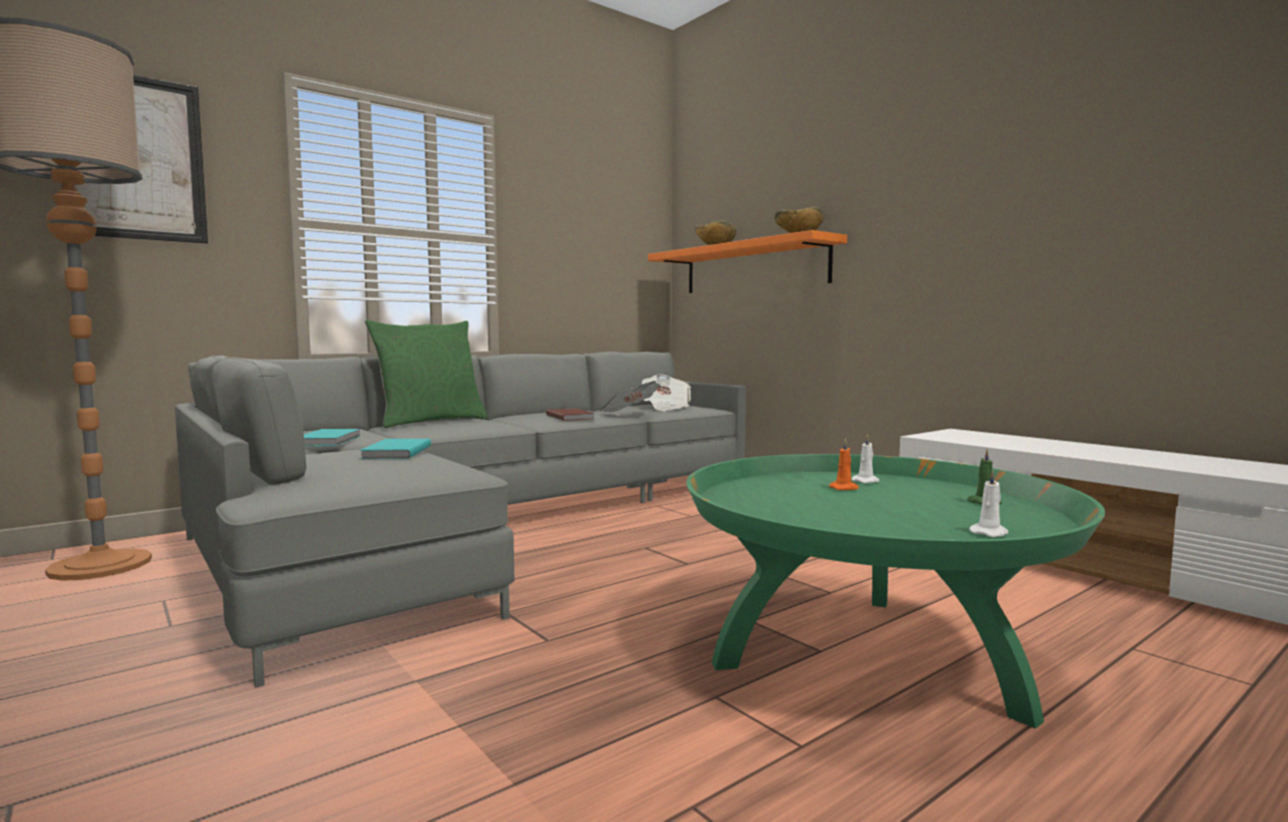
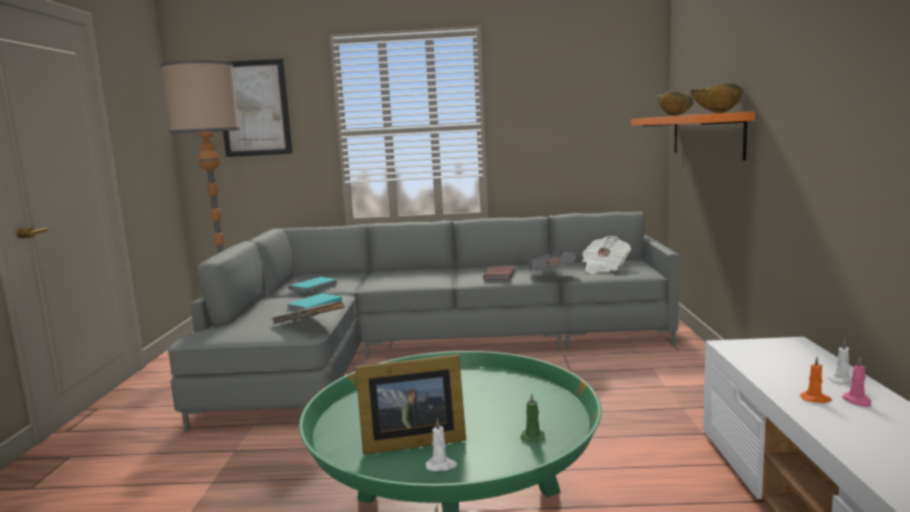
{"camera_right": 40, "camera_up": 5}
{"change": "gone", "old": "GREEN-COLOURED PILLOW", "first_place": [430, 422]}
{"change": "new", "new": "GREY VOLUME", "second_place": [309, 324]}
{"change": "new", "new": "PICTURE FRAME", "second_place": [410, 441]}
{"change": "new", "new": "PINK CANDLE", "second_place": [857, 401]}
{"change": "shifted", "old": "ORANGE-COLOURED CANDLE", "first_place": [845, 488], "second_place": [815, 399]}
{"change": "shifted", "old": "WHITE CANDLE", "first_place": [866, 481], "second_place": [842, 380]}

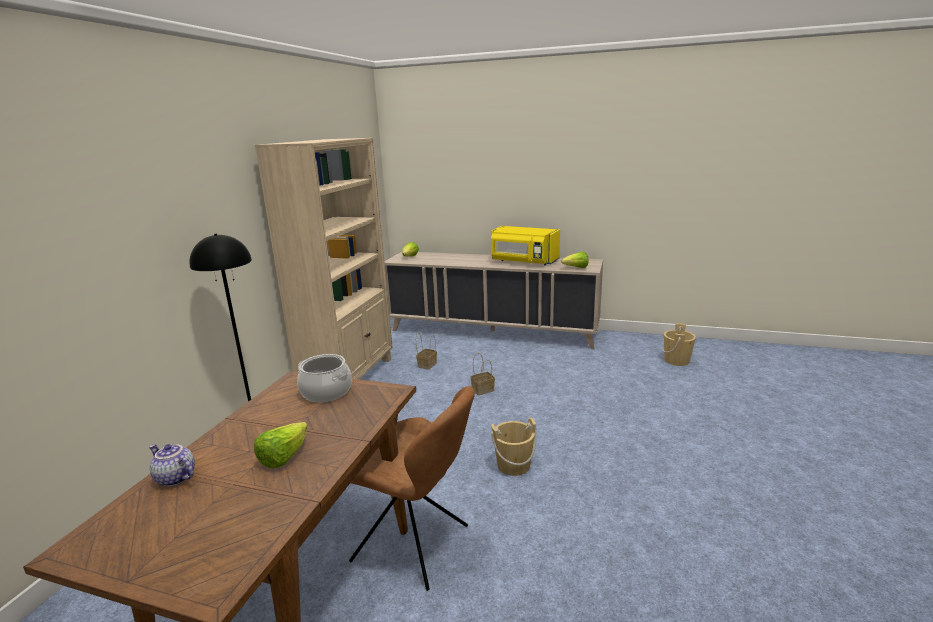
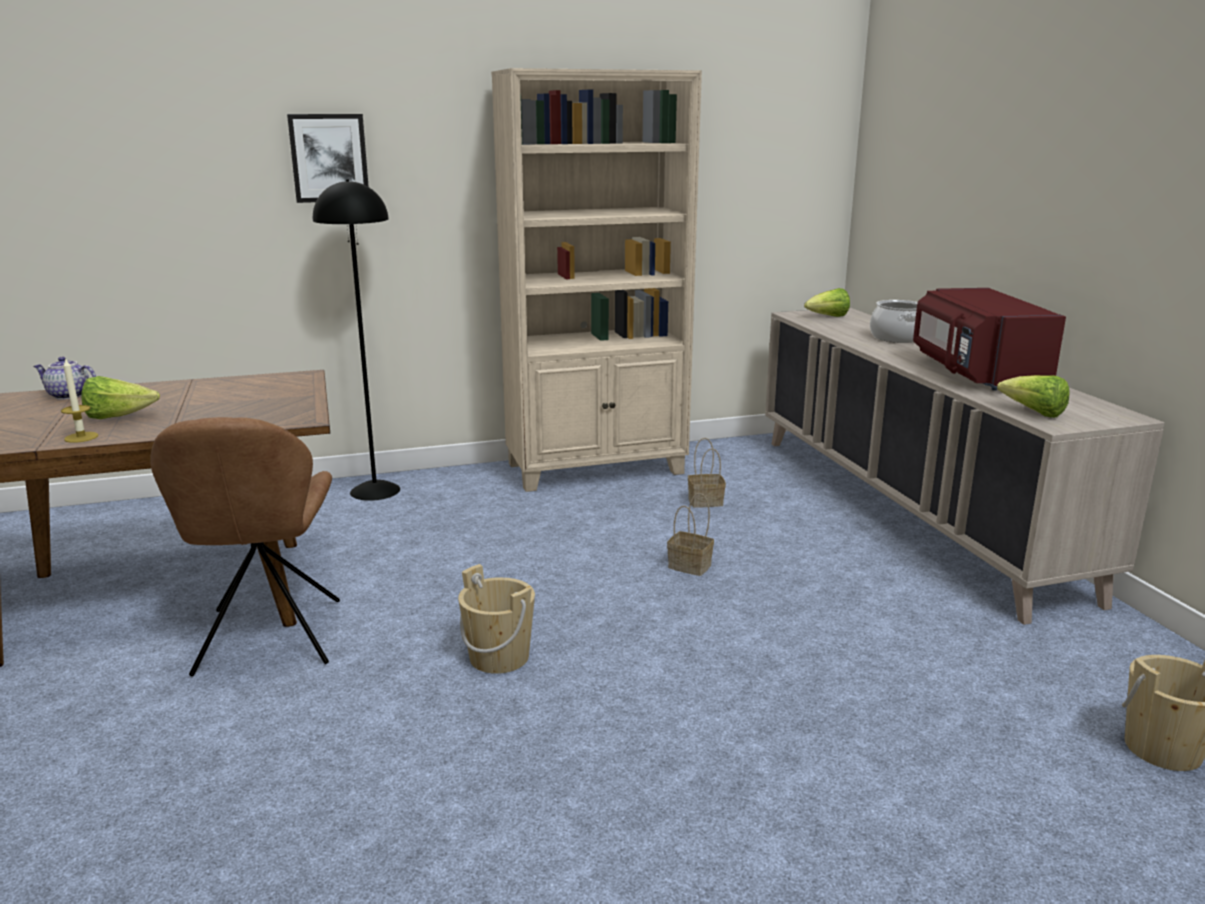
{"camera_right": 55, "camera_up": 0}
{"change": "new", "new": "CANDLE", "second_place": [81, 437]}
{"change": "new", "new": "WALL ART", "second_place": [329, 158]}
{"change": "shifted", "old": "STOCKPOT", "first_place": [326, 392], "second_place": [897, 338]}
{"change": "repainted", "old": "YELLOW-COLOURED KITCHEN MICROWAVE", "new": "RED-COLOURED KITCHEN MICROWAVE", "first_place": [523, 261], "second_place": [975, 374]}
{"change": "rotated", "old": "TEA POT", "first_place": [174, 478], "second_place": [68, 396], "degrees": -75}

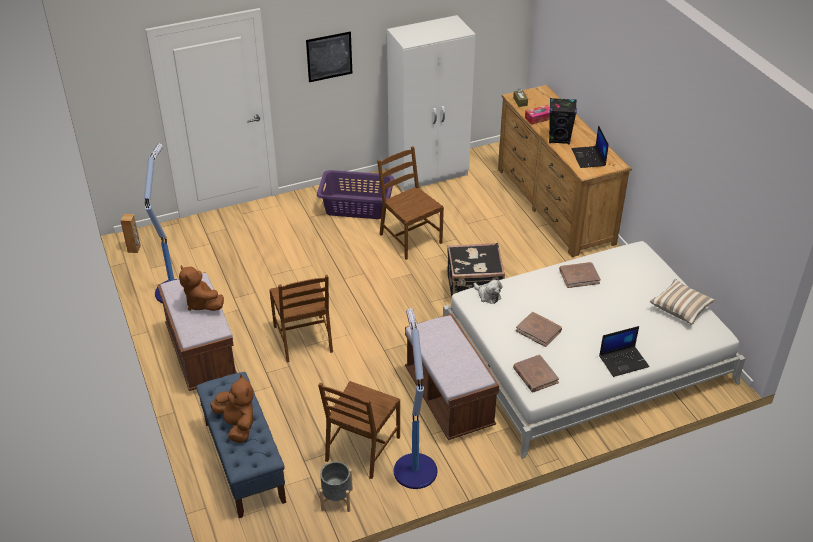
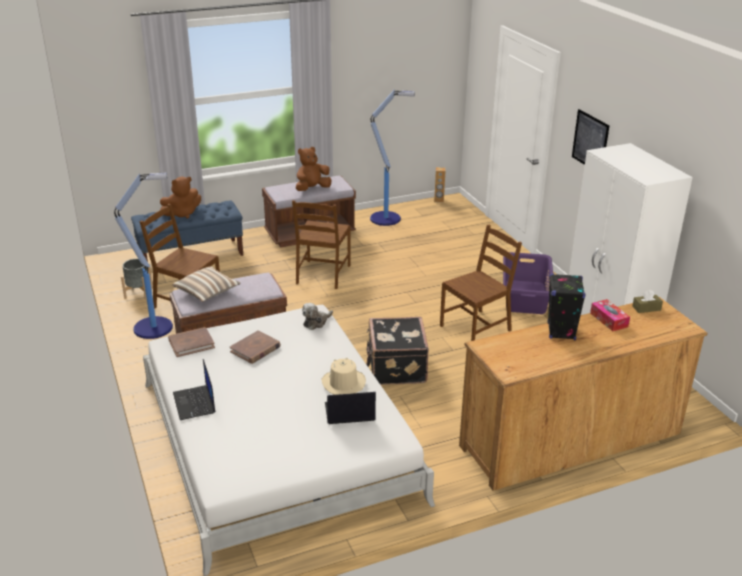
{"camera_right": 90, "camera_up": -10}
{"change": "shifted", "old": "PORTABLE COMPUTER", "first_place": [589, 158], "second_place": [349, 412]}
{"change": "shifted", "old": "PILLOW", "first_place": [681, 308], "second_place": [207, 293]}
{"change": "swapped", "old": "BROWN-COLOURED VOLUME", "new": "BEIGE-COLOURED WEARABLE HAT", "first_place": [579, 276], "second_place": [343, 383]}
{"change": "rotated", "old": "BROWN-COLOURED UPRIGHT CHAIR", "first_place": [304, 339], "second_place": [323, 274], "degrees": -60}

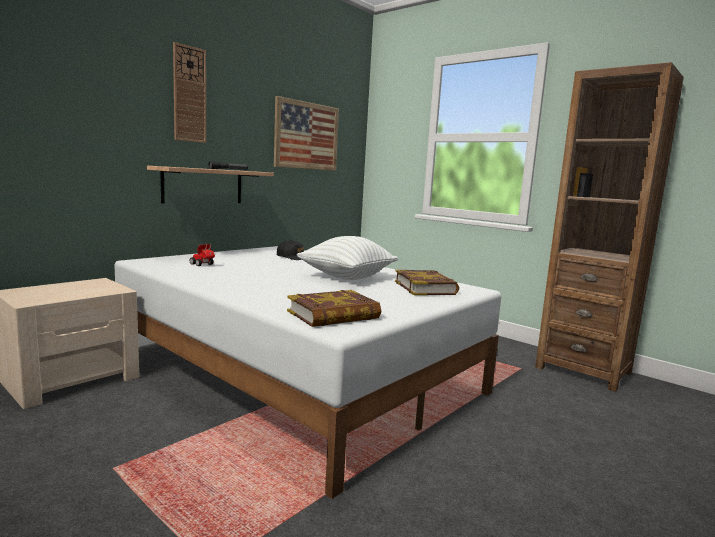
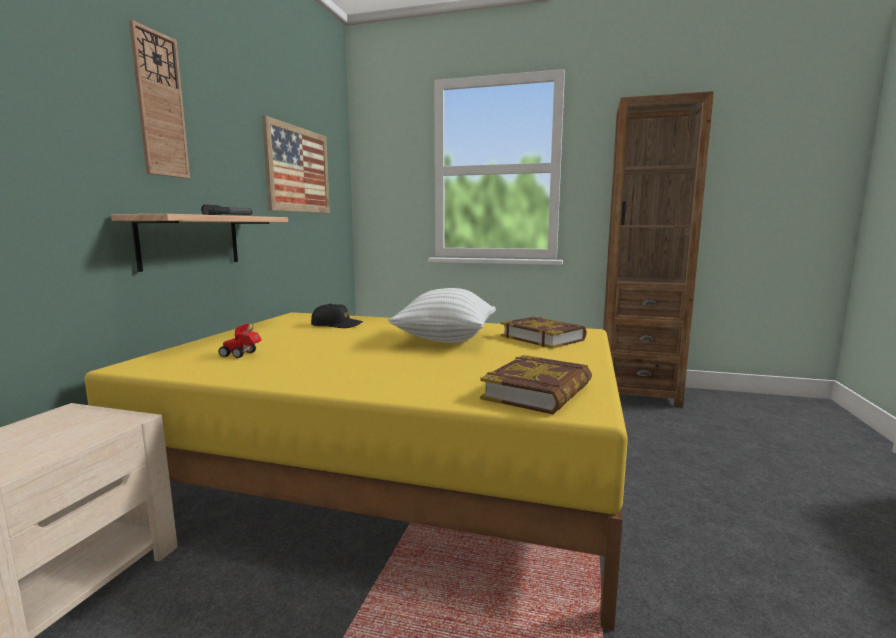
{"camera_right": -25, "camera_up": 0}
{"change": "repainted", "old": "WHITE BEDROOM BED", "new": "YELLOW-COLOURED BEDROOM BED", "first_place": [297, 373], "second_place": [392, 472]}

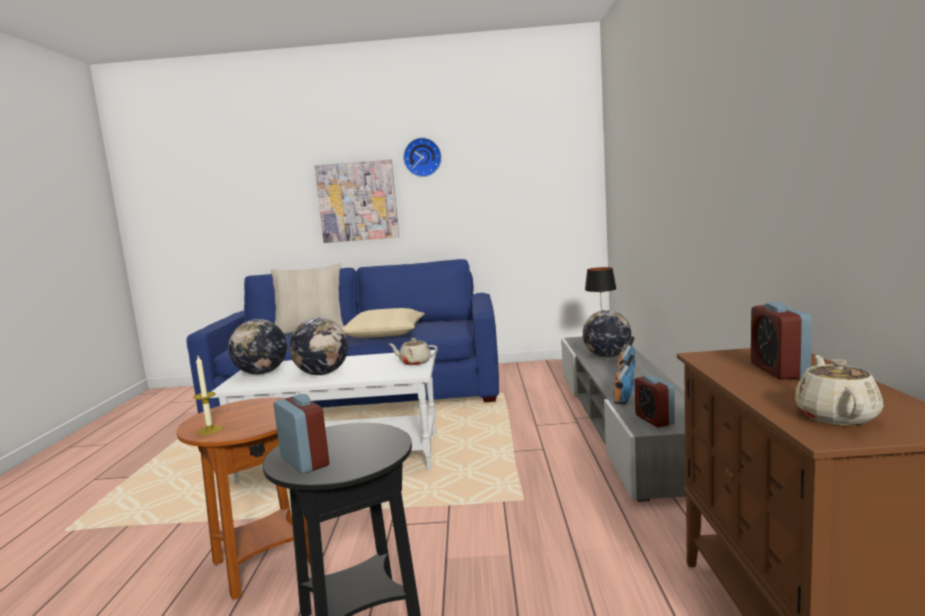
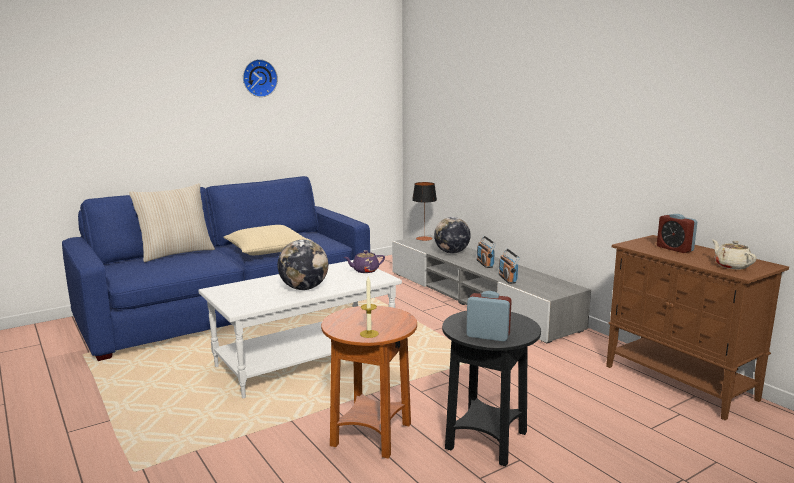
{"camera_right": -35, "camera_up": 5}
{"change": "gone", "old": "GLOBE", "first_place": [262, 373]}
{"change": "gone", "old": "WALL ART", "first_place": [357, 201]}
{"change": "gone", "old": "ALARM CLOCK", "first_place": [654, 420]}
{"change": "repainted", "old": "BEIGE-COLOURED TEA POT", "new": "PURPLISH TEA POT", "first_place": [414, 362], "second_place": [365, 270]}

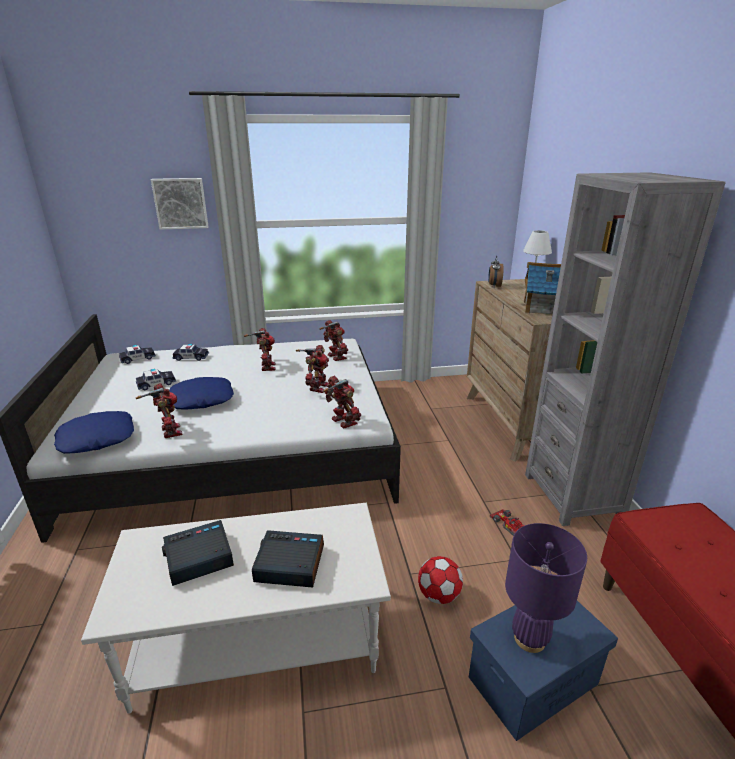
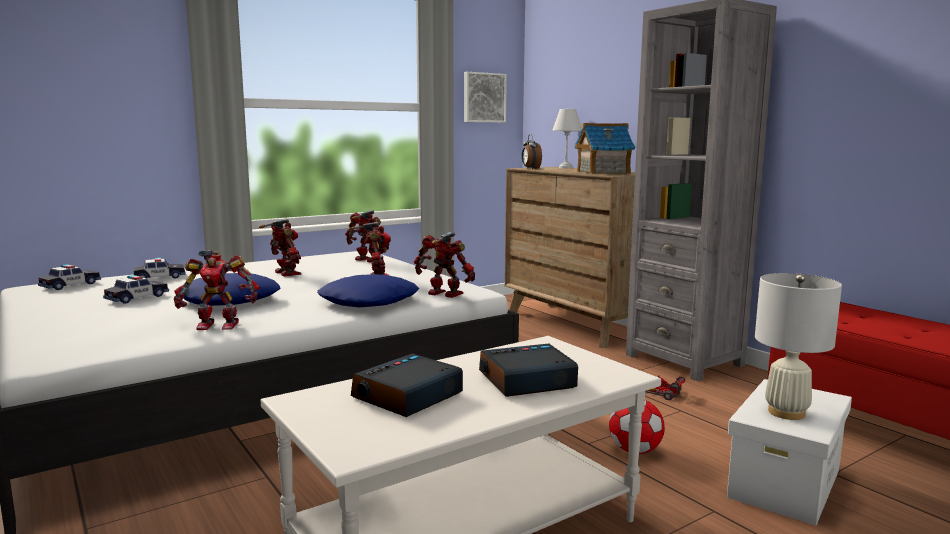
{"camera_right": -25, "camera_up": -15}
{"change": "shifted", "old": "BLUE PILLOW", "first_place": [97, 438], "second_place": [368, 301]}
{"change": "shifted", "old": "WALL ART", "first_place": [181, 203], "second_place": [483, 98]}
{"change": "repainted", "old": "BLUE STORAGE BIN", "new": "WHITE STORAGE BIN", "first_place": [532, 681], "second_place": [785, 484]}
{"change": "repainted", "old": "PURPLISH TABLETOP LAMP", "new": "WHITE TABLETOP LAMP", "first_place": [530, 639], "second_place": [786, 412]}
{"change": "rotated", "old": "TOY ROBOT", "first_place": [169, 431], "second_place": [218, 325], "degrees": 135}

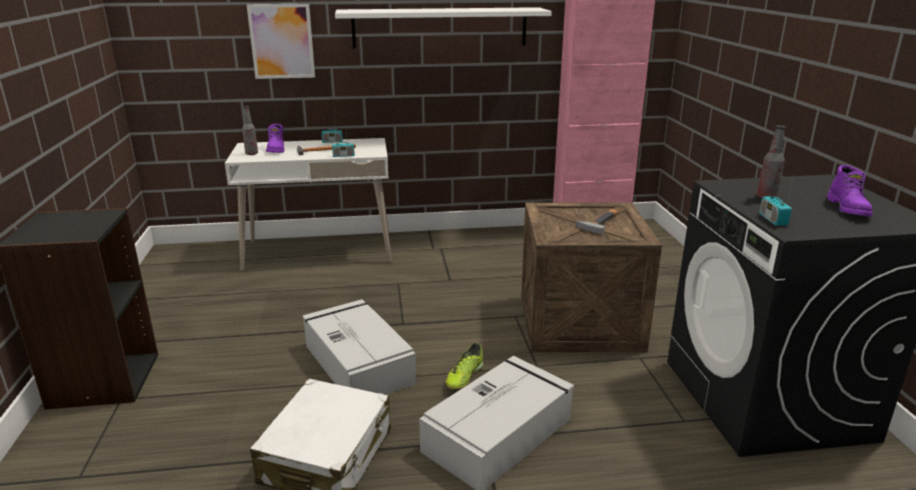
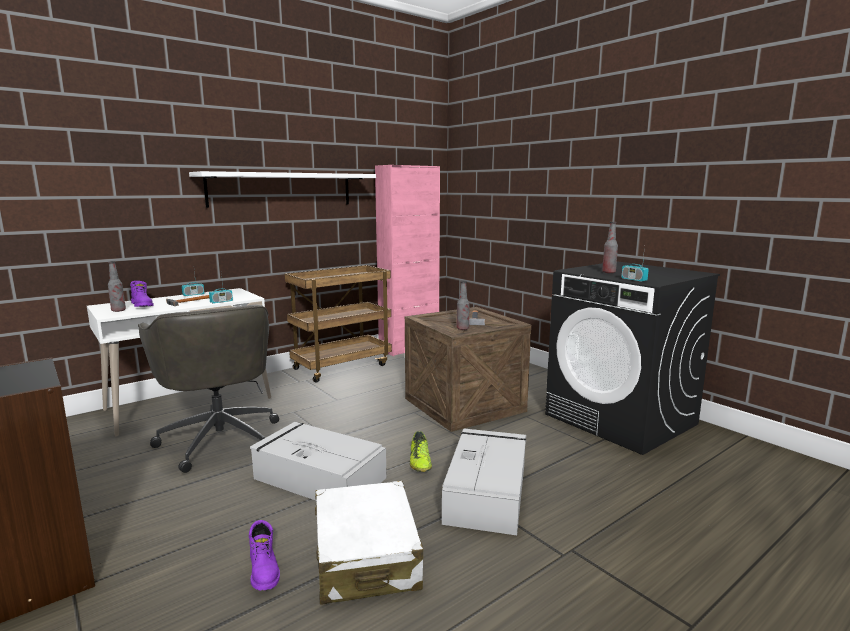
{"camera_right": -30, "camera_up": -10}
{"change": "gone", "old": "WALL ART", "first_place": [281, 41]}
{"change": "new", "new": "GREY COMPUTER CHAIR", "second_place": [220, 438]}
{"change": "new", "new": "BROWN-COLOURED TROLLEY", "second_place": [342, 366]}
{"change": "new", "new": "BOTTLE", "second_place": [462, 328]}
{"change": "shifted", "old": "PURPLISH HIGH-TOP BOOT", "first_place": [849, 209], "second_place": [264, 570]}

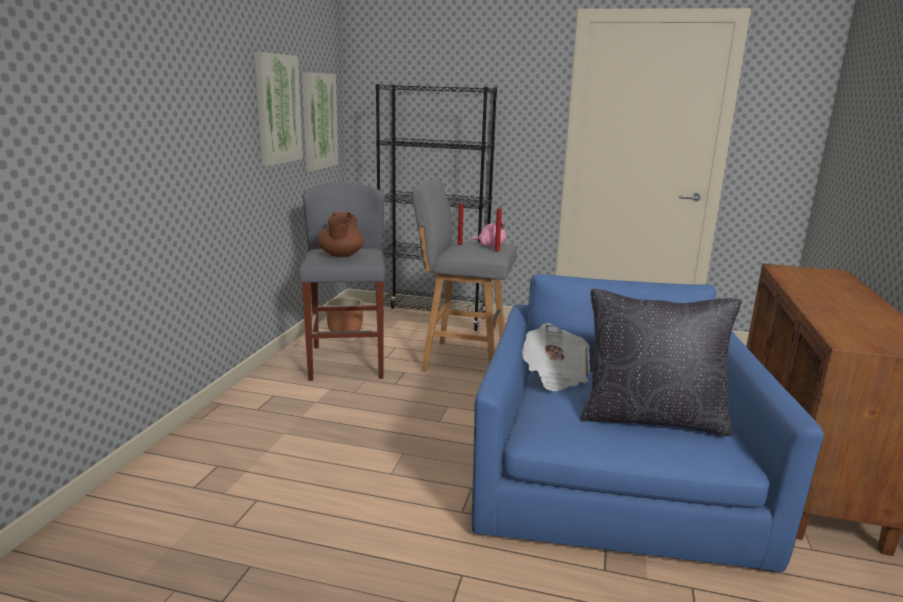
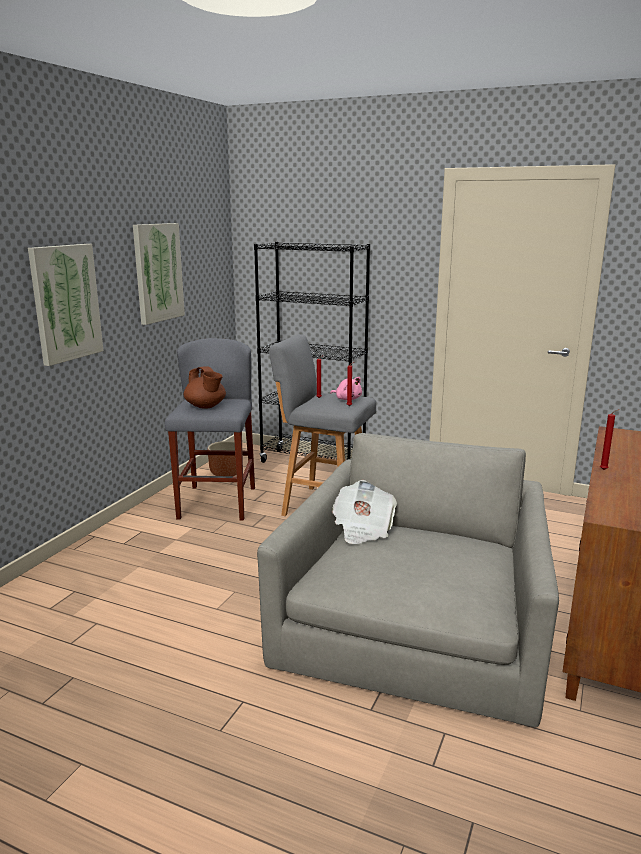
{"camera_right": 10, "camera_up": 0}
{"change": "gone", "old": "BLACK-COLOURED PILLOW", "first_place": [651, 418]}
{"change": "new", "new": "RED-COLOURED CANDLE", "second_place": [605, 470]}
{"change": "shifted", "old": "WALL ART", "first_place": [318, 121], "second_place": [65, 303]}
{"change": "repainted", "old": "BLUE EASY CHAIR", "new": "GREY EASY CHAIR", "first_place": [611, 480], "second_place": [415, 629]}
{"change": "rotated", "old": "BROWN-COLOURED TEA POT", "first_place": [341, 255], "second_place": [206, 406], "degrees": -45}

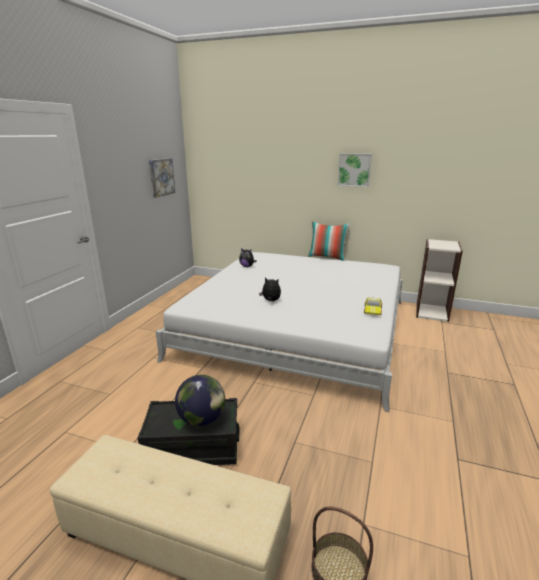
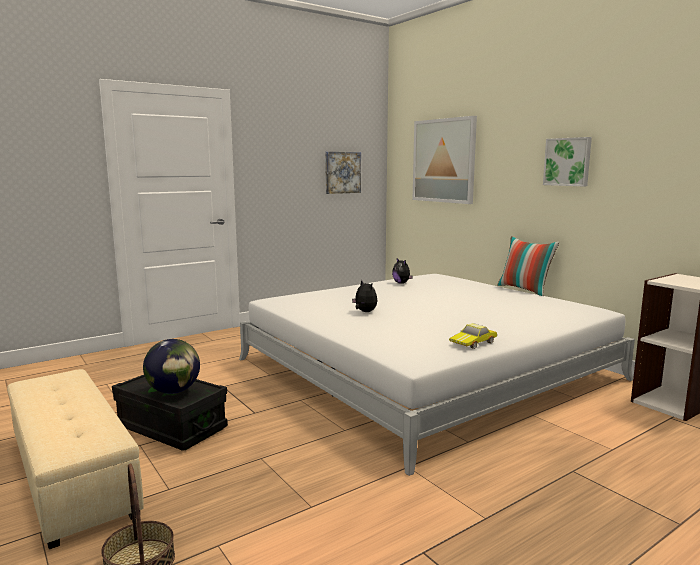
{"camera_right": 35, "camera_up": -10}
{"change": "new", "new": "WALL ART", "second_place": [443, 160]}

